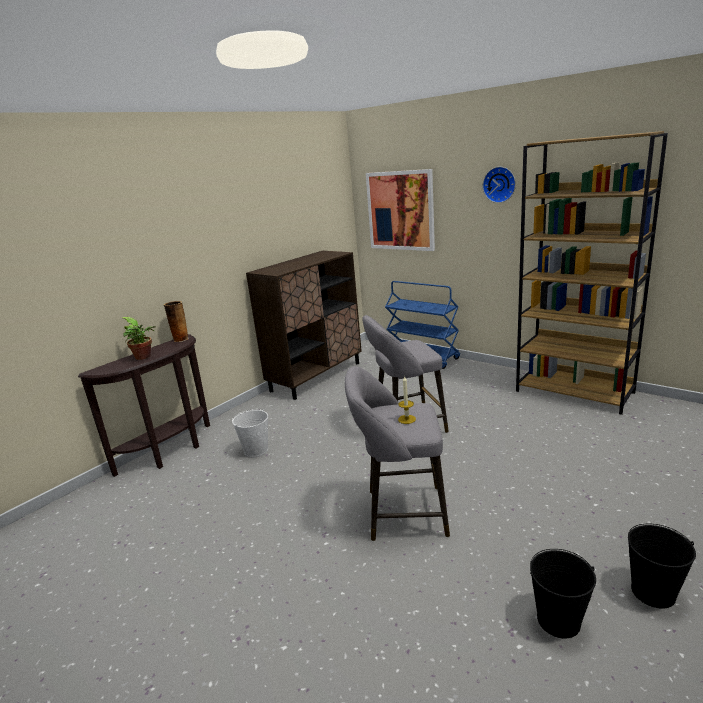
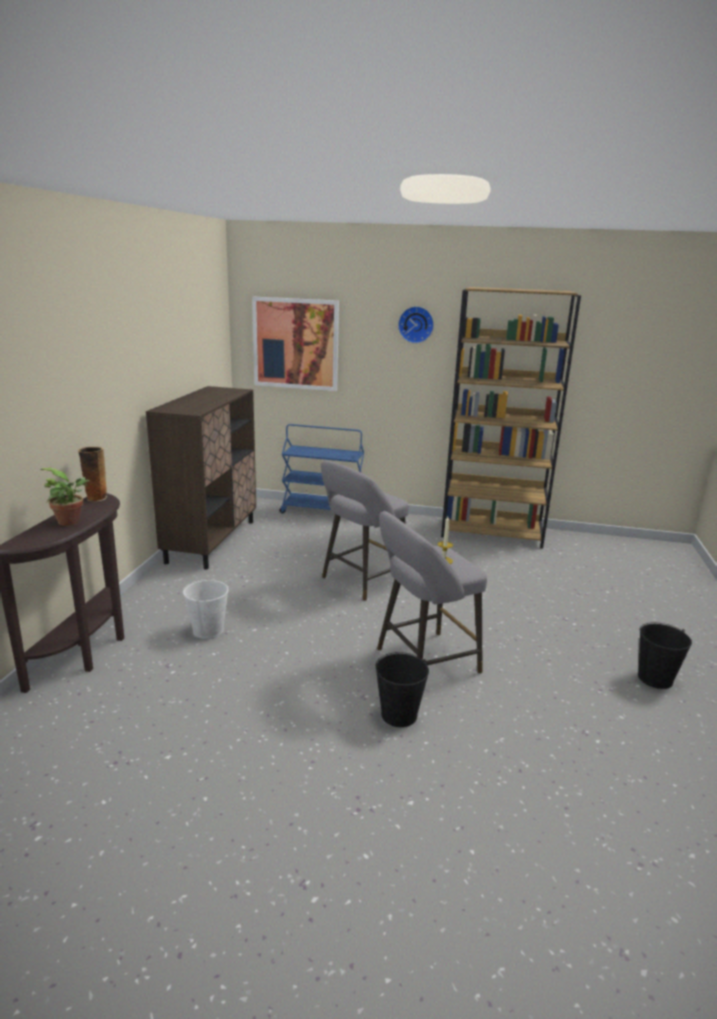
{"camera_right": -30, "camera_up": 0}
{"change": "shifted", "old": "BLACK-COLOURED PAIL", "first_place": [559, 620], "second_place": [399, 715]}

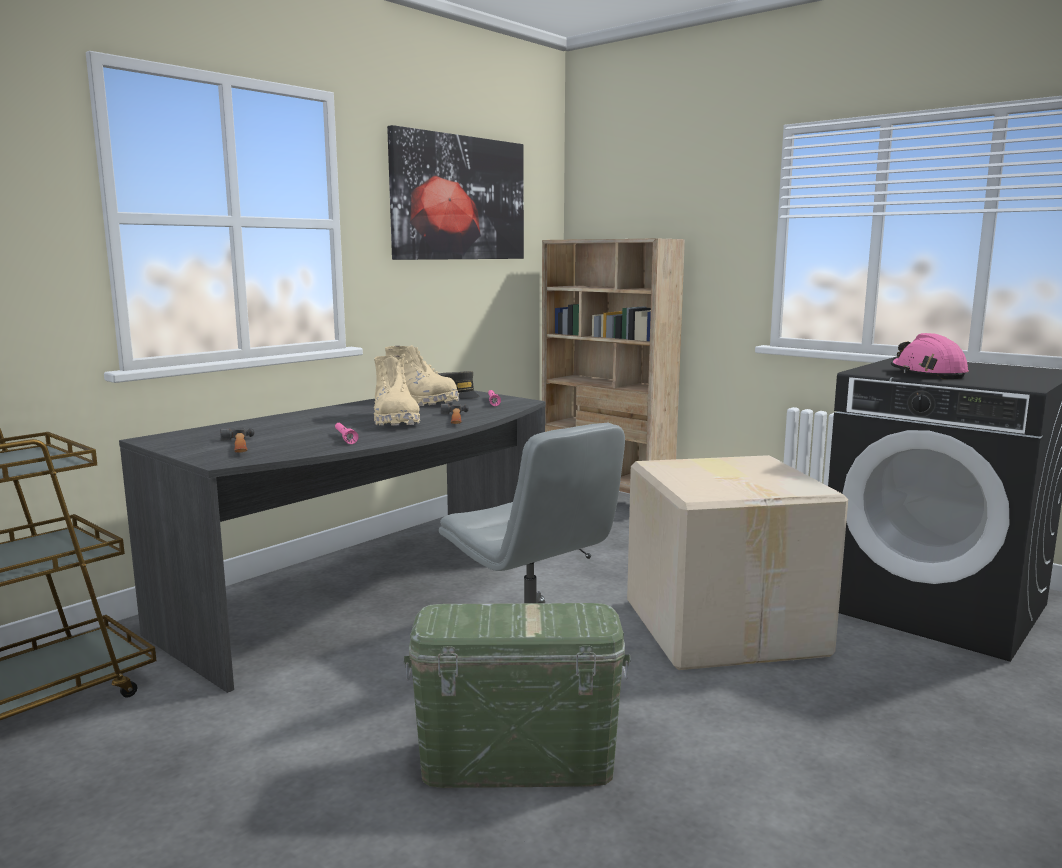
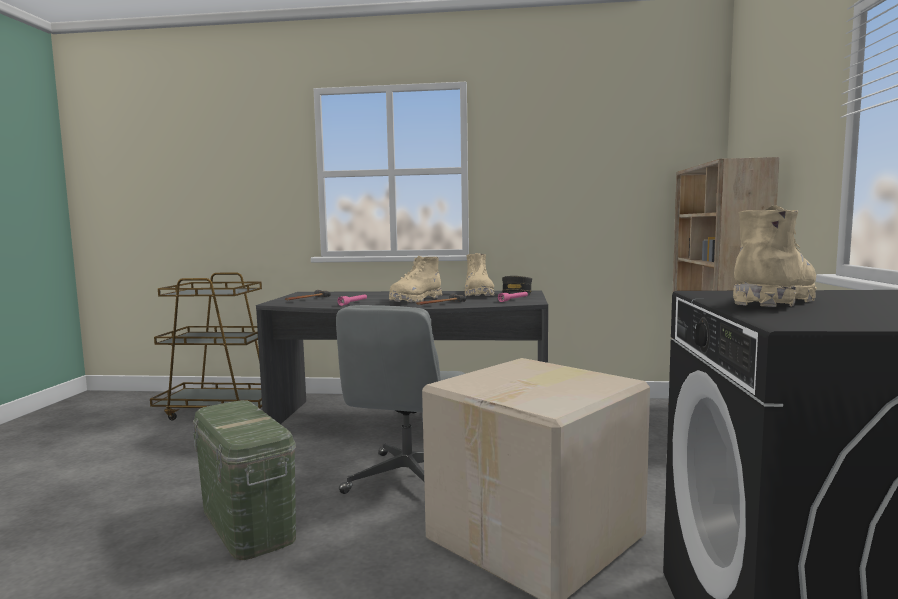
{"camera_right": 55, "camera_up": -5}
{"change": "gone", "old": "WALL ART", "first_place": [459, 198]}
{"change": "swapped", "old": "PINK WORK HELMET", "new": "BEIGE-COLOURED HIGH-TOP BOOT", "first_place": [927, 373], "second_place": [772, 301]}

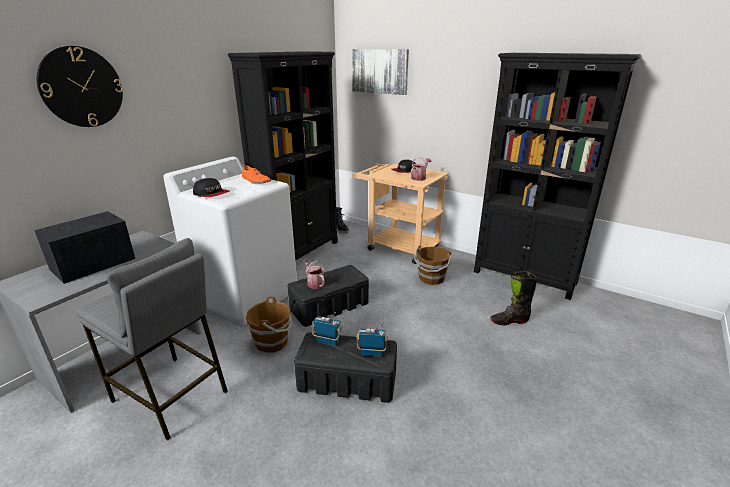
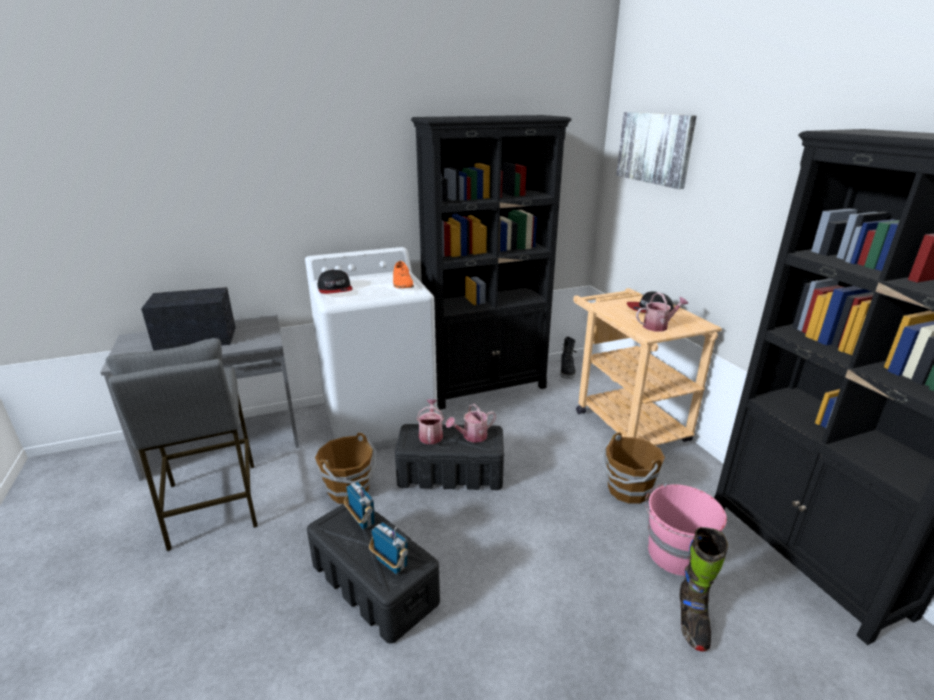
{"camera_right": 35, "camera_up": 0}
{"change": "gone", "old": "CLOCK ON THE WALL", "first_place": [81, 87]}
{"change": "new", "new": "SPRINKLING CAN", "second_place": [472, 436]}
{"change": "new", "new": "PINK PAIL", "second_place": [675, 554]}
{"change": "rotated", "old": "BLACK-COLOURED HIGH-TOP BOOT", "first_place": [509, 321], "second_place": [692, 621], "degrees": -105}

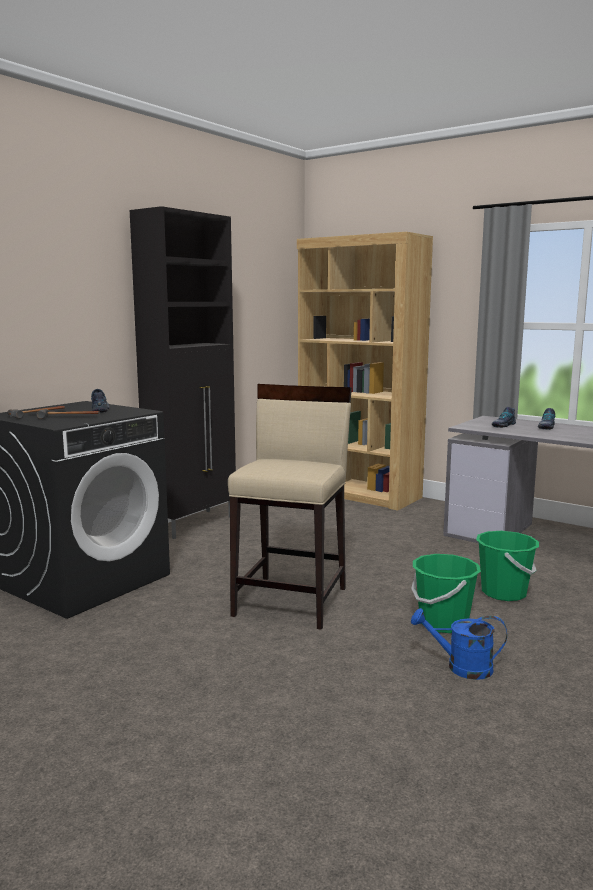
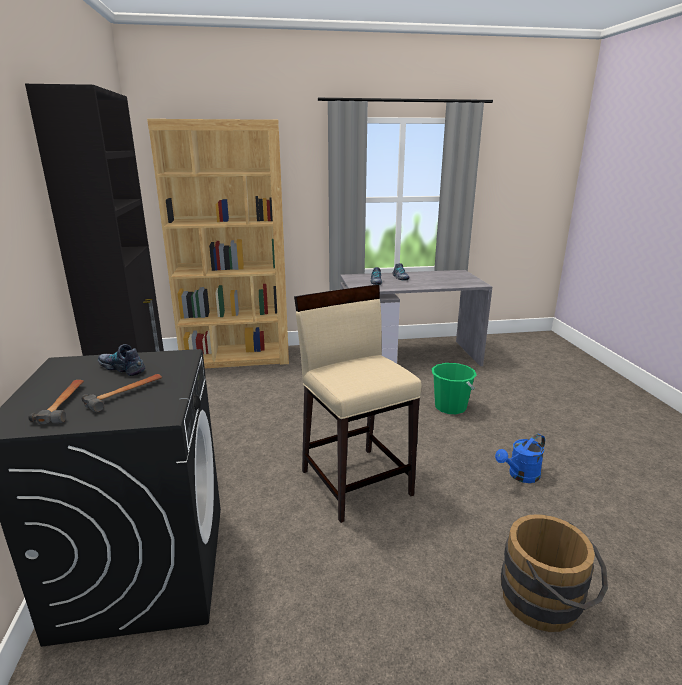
{"camera_right": -45, "camera_up": 10}
{"change": "gone", "old": "GREEN-COLOURED PAIL", "first_place": [443, 623]}
{"change": "new", "new": "BROWN-COLOURED PAIL", "second_place": [547, 604]}

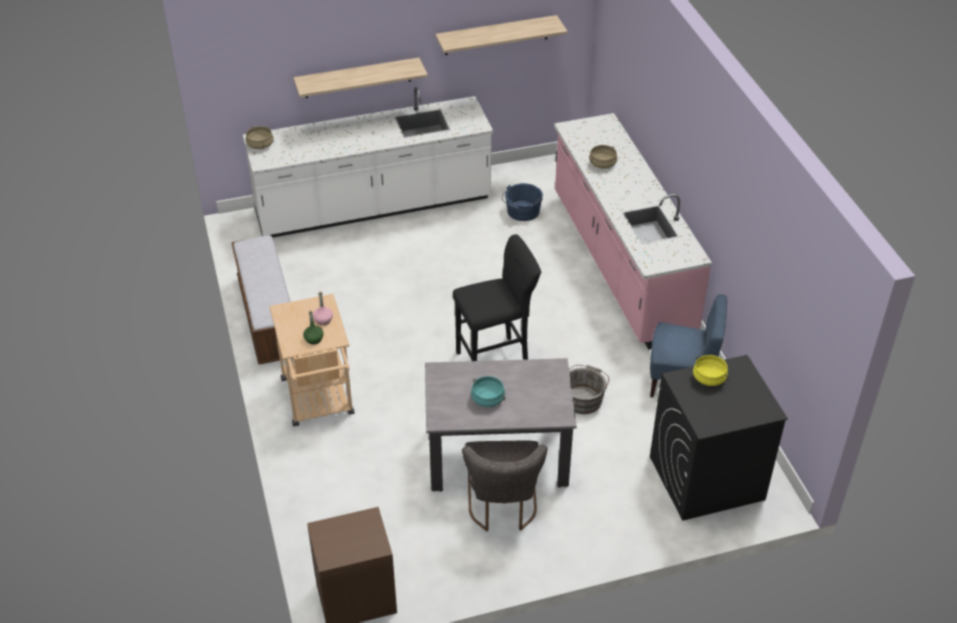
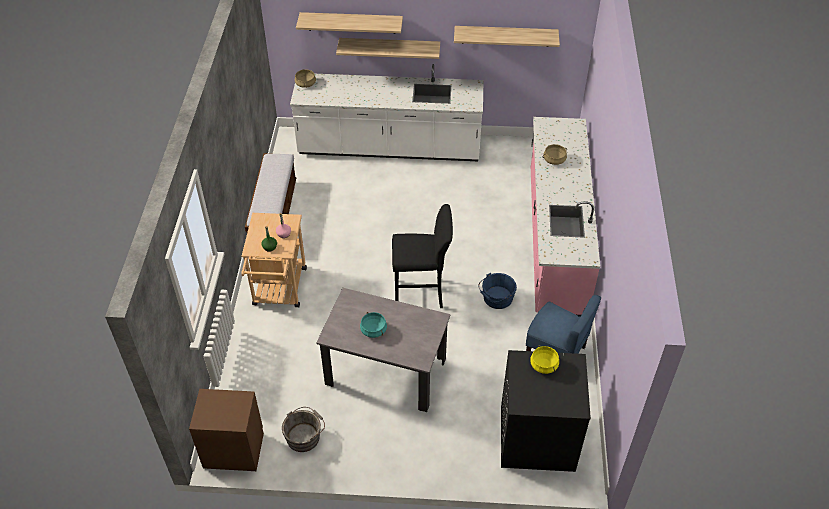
{"camera_right": 20, "camera_up": 5}
{"change": "gone", "old": "GREY UPRIGHT CHAIR", "first_place": [502, 507]}
{"change": "new", "new": "SHELF", "second_place": [351, 23]}
{"change": "shifted", "old": "BLUE PAIL", "first_place": [522, 212], "second_place": [496, 298]}
{"change": "shifted", "old": "GREY PAIL", "first_place": [583, 398], "second_place": [304, 436]}

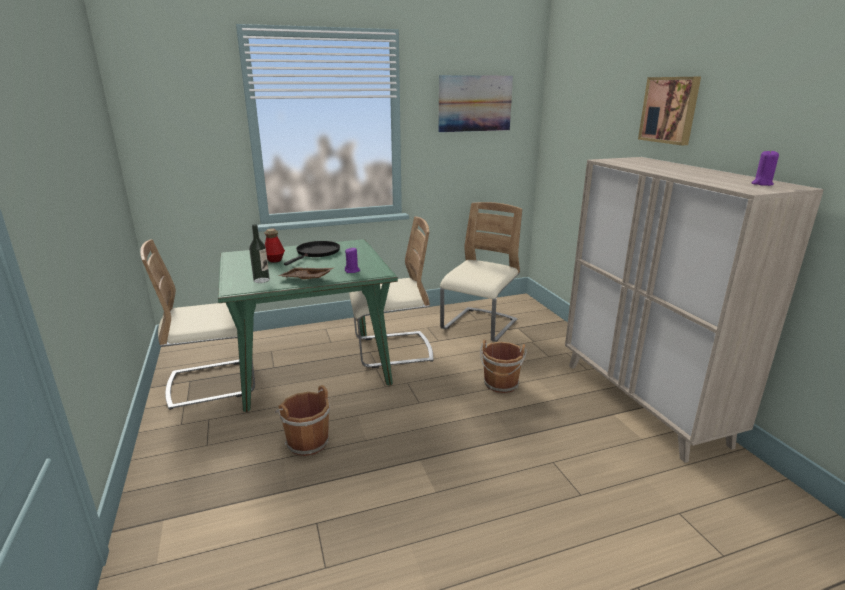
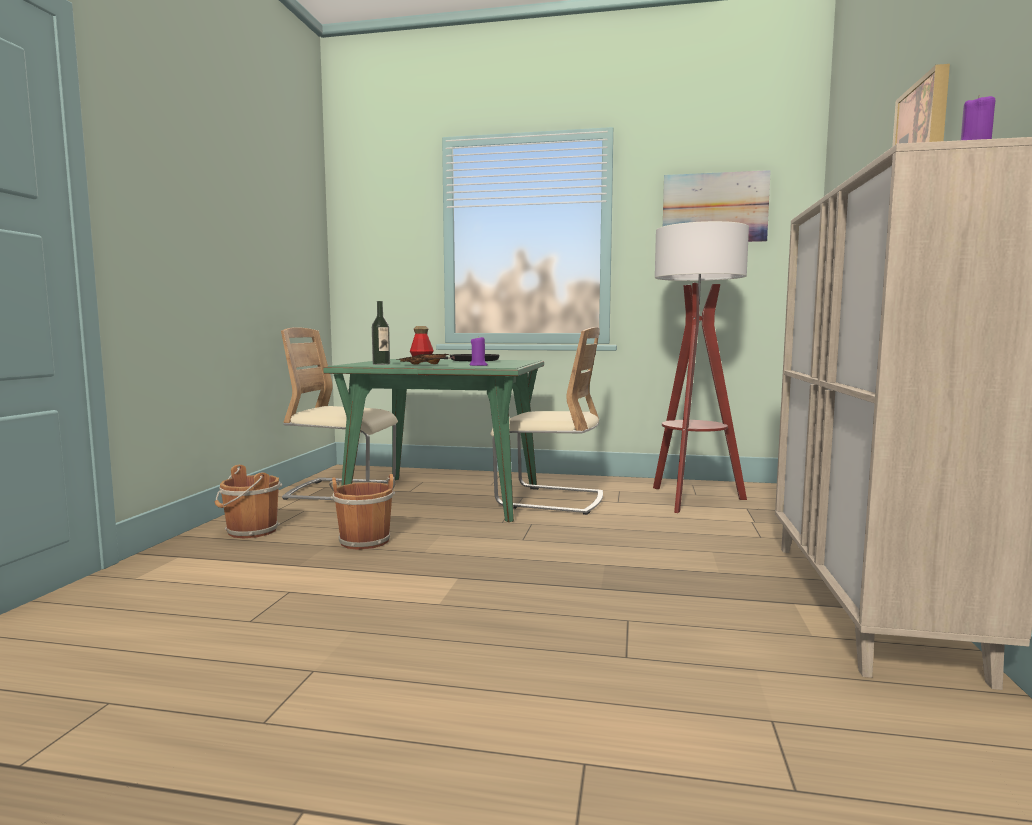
{"camera_right": 30, "camera_up": -15}
{"change": "shifted", "old": "BROWN-COLOURED PAIL", "first_place": [501, 385], "second_place": [250, 531]}
{"change": "swapped", "old": "BEIGE-COLOURED UPRIGHT CHAIR", "new": "FLOOR LAMP", "first_place": [479, 326], "second_place": [691, 499]}

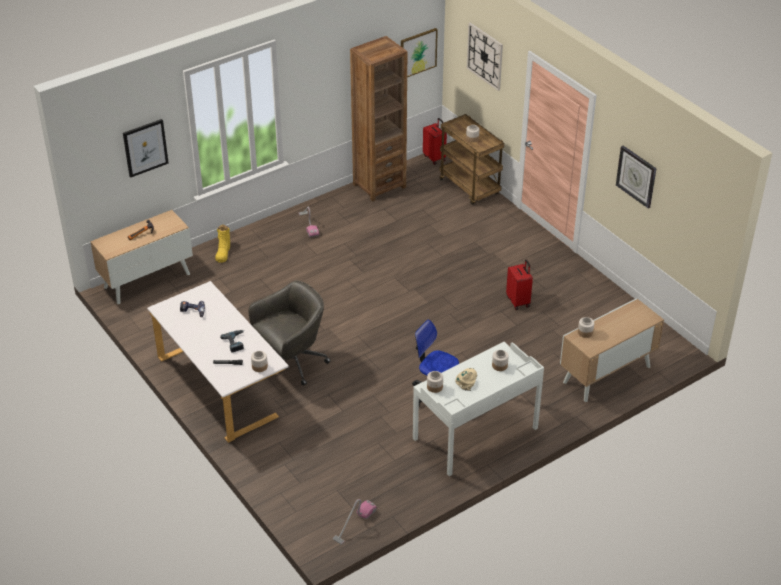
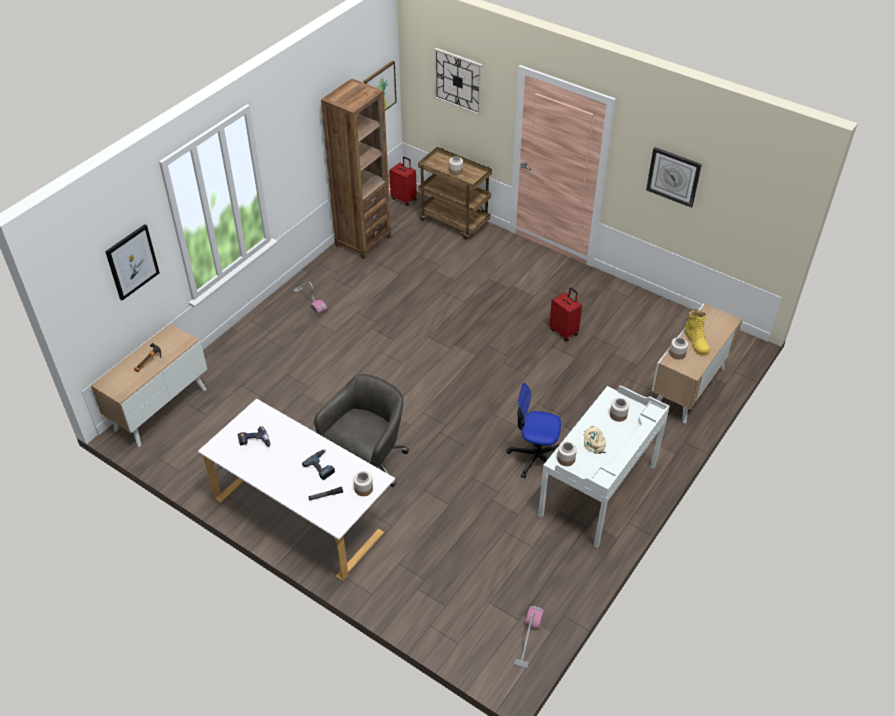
{"camera_right": -20, "camera_up": 5}
{"change": "shifted", "old": "YELLOW-COLOURED HIGH-TOP BOOT", "first_place": [223, 252], "second_place": [696, 342]}

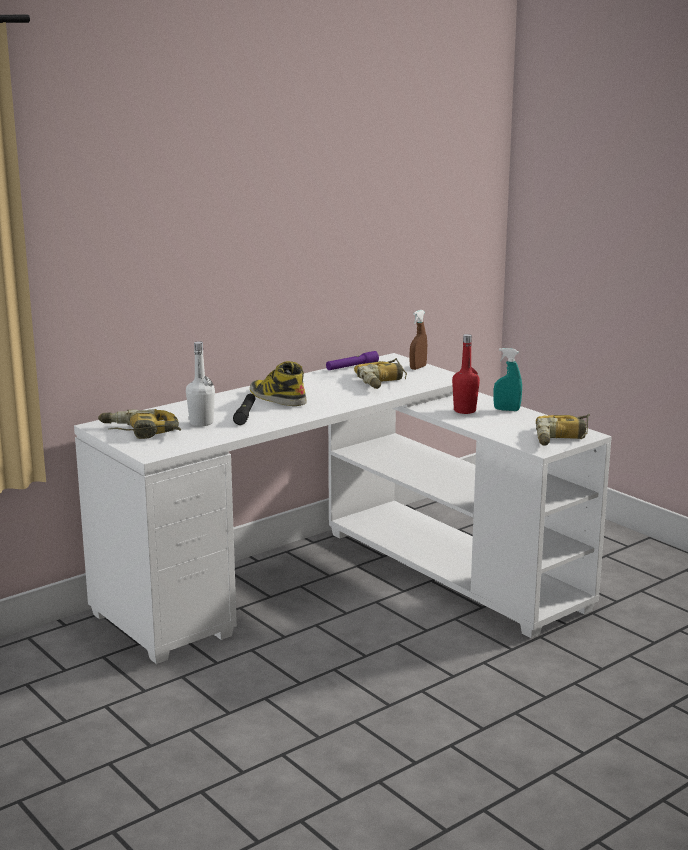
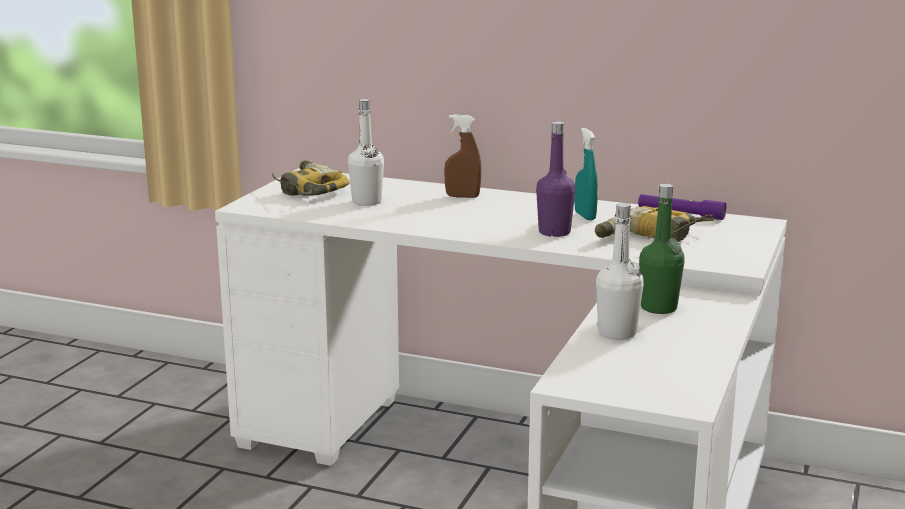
{"camera_right": 60, "camera_up": 0}
{"change": "gone", "old": "BLACK-COLOURED TORCH", "first_place": [245, 414]}
{"change": "gone", "old": "HIGH-TOP BOOT", "first_place": [277, 398]}
{"change": "gone", "old": "ELECTRIC DRILL", "first_place": [562, 438]}
{"change": "new", "new": "PURPLISH BOTTLE", "second_place": [554, 232]}
{"change": "new", "new": "WHITE BOTTLE", "second_place": [617, 333]}
{"change": "shifted", "old": "BROWN-COLOURED SPRAYER", "first_place": [418, 367], "second_place": [462, 196]}
{"change": "shifted", "old": "TURQUOISE SPRAYER", "first_place": [506, 410], "second_place": [585, 216]}
{"change": "repainted", "old": "RED-COLOURED BOTTLE", "new": "GREEN-COLOURED BOTTLE", "first_place": [464, 410], "second_place": [658, 308]}

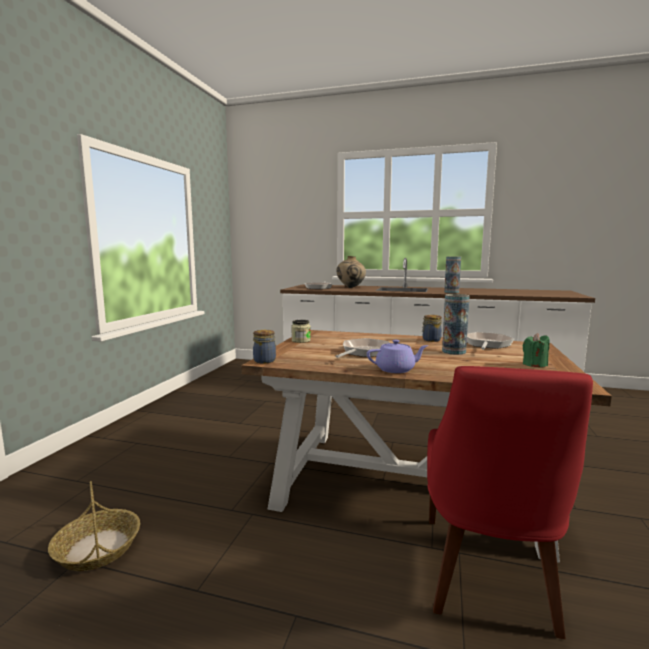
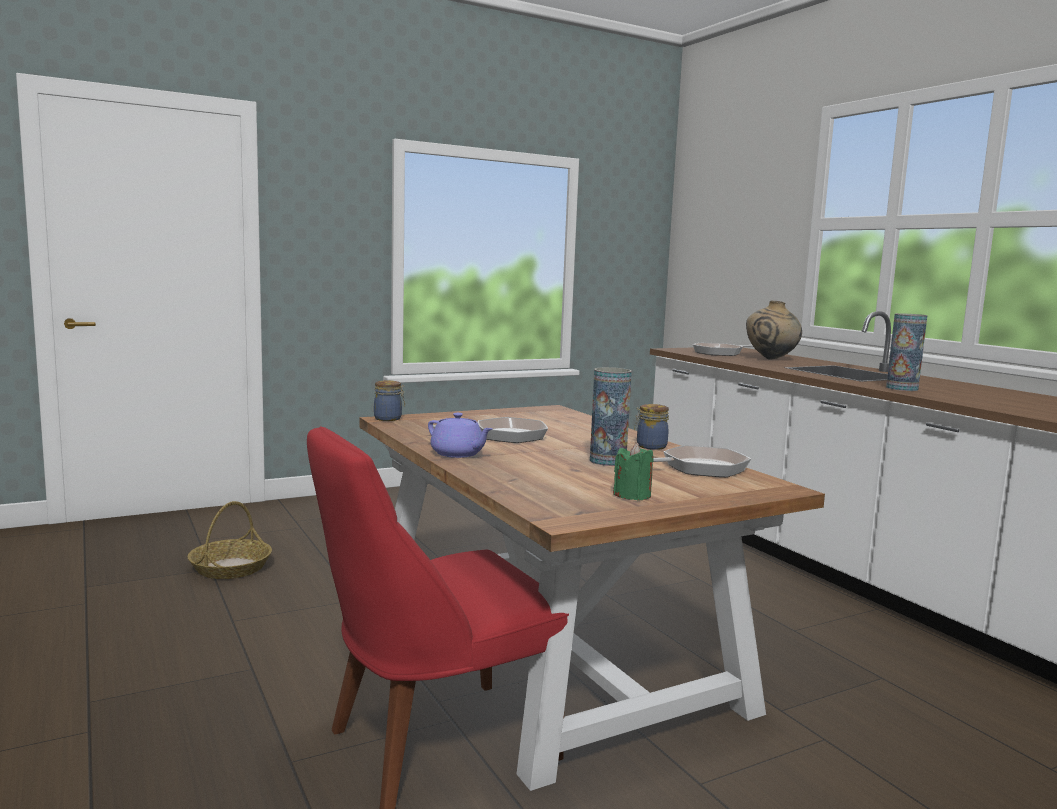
{"camera_right": 45, "camera_up": 0}
{"change": "gone", "old": "PRESERVE JAR", "first_place": [301, 341]}

